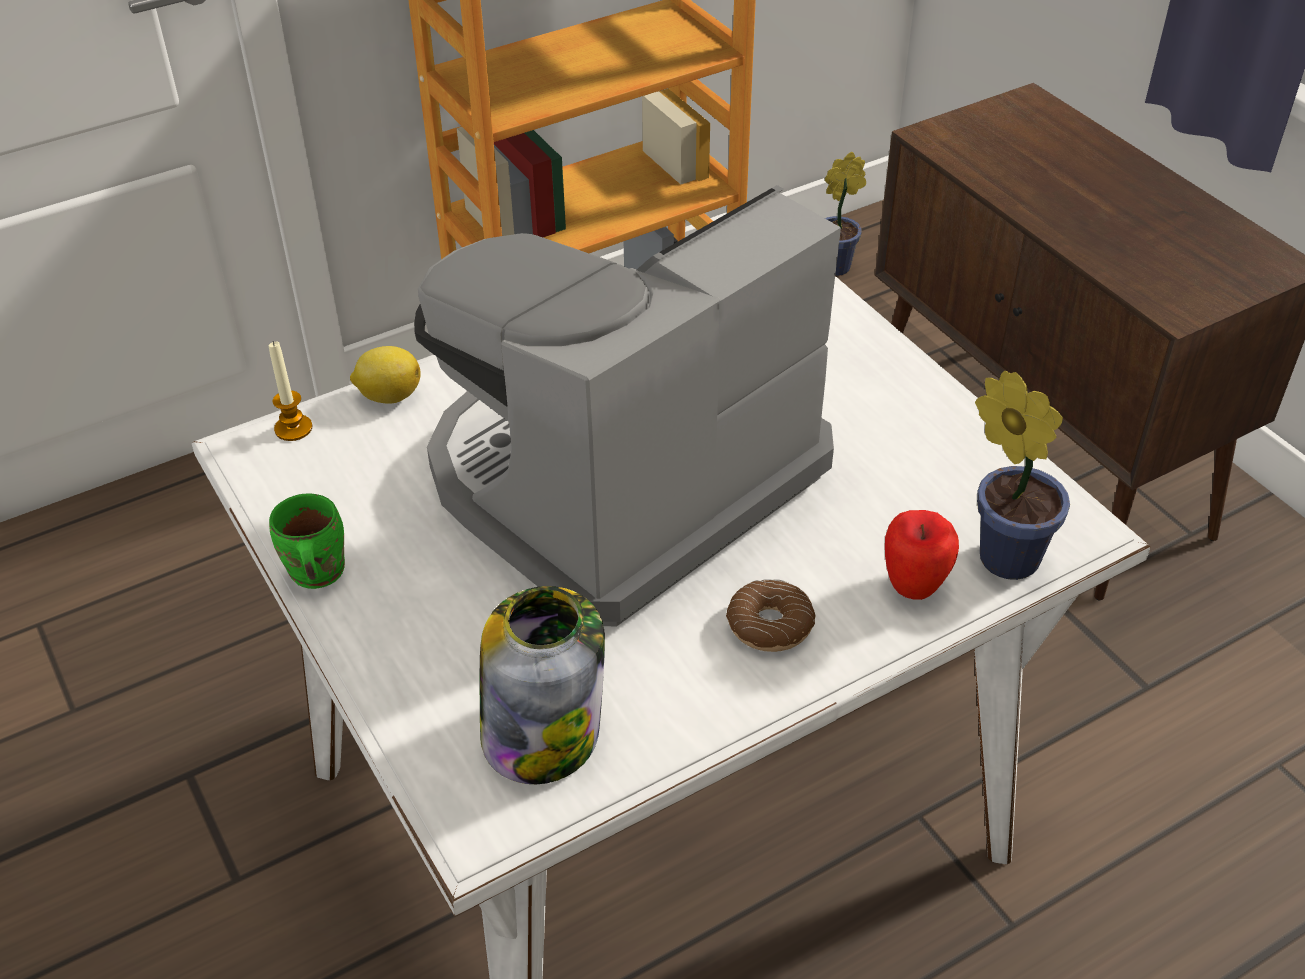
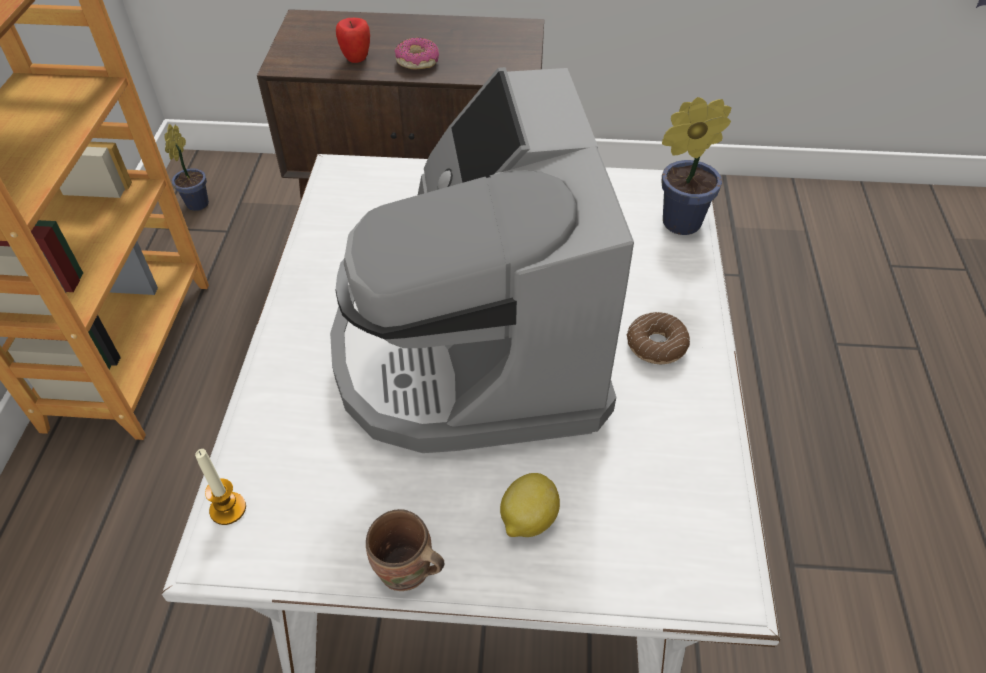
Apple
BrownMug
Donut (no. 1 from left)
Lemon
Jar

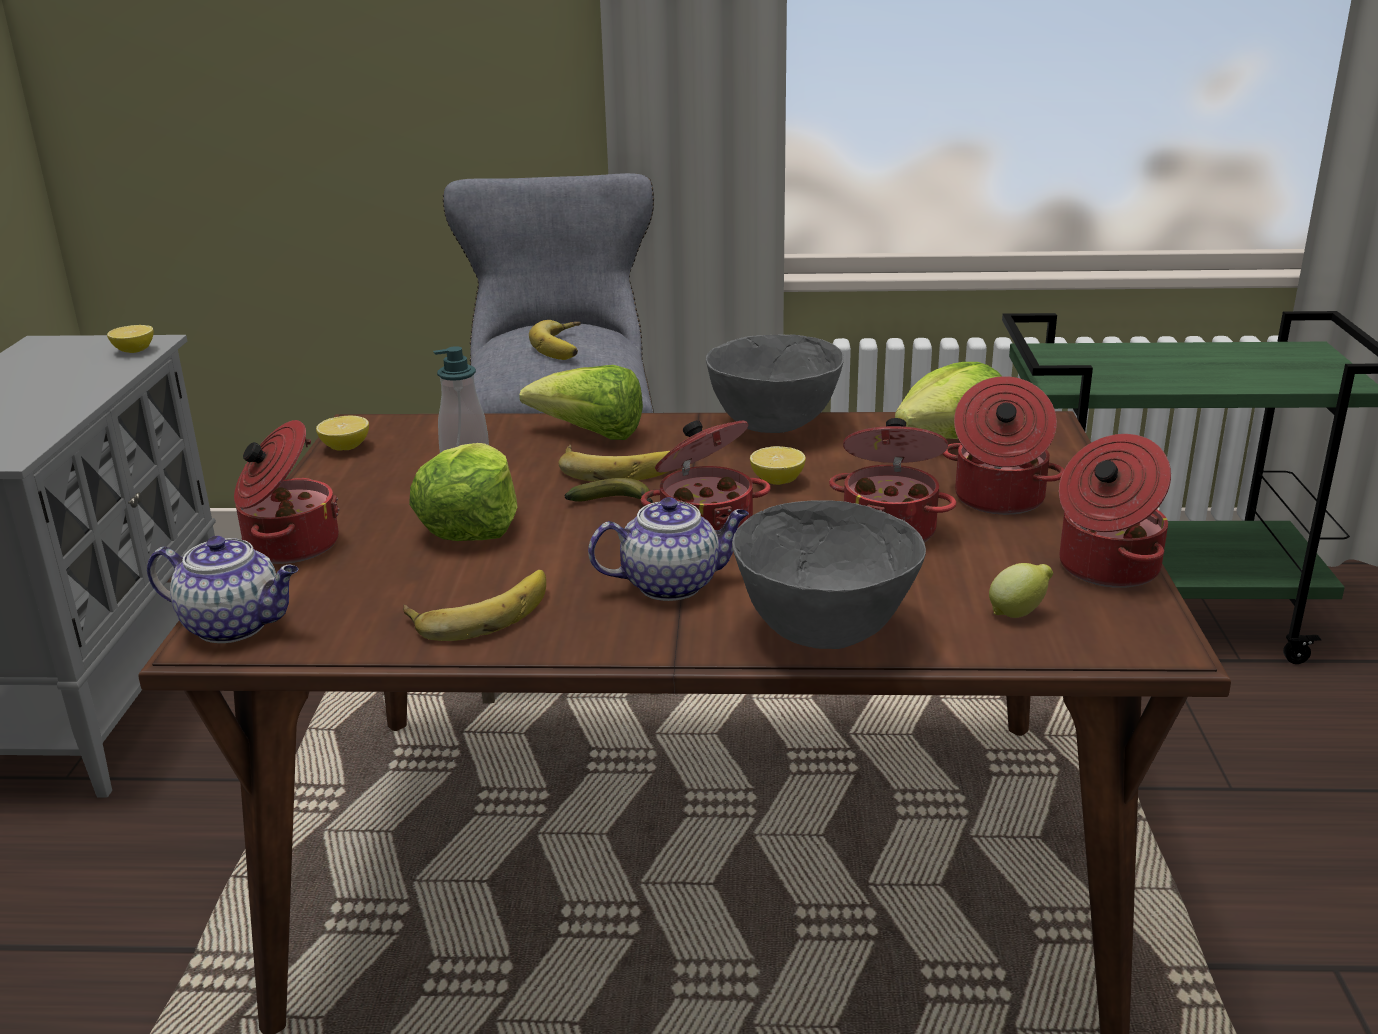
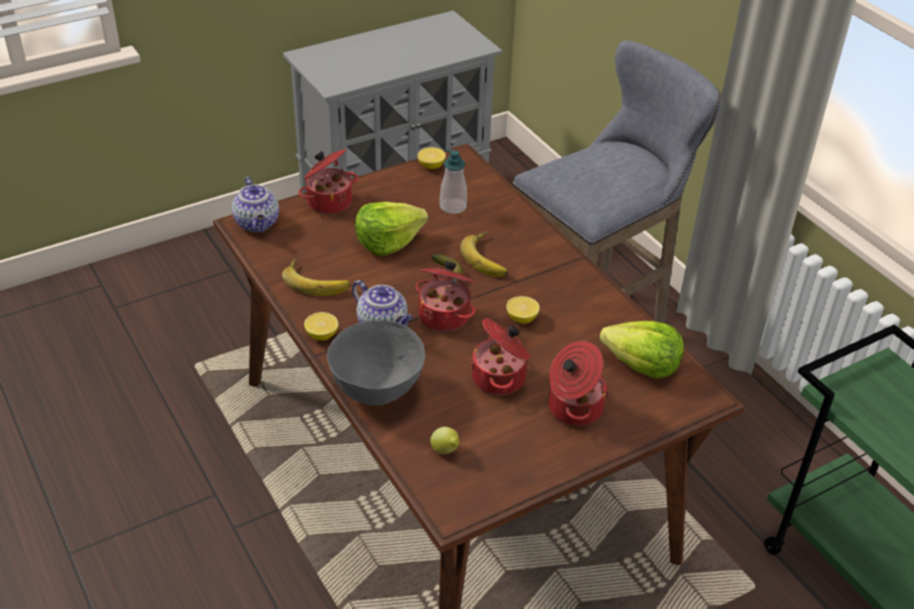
Lemon (no. 1 from left)
Lettuce (no. 2 from left in the first image)
Banana (no. 2 from left in the first image)
GreyBowl (no. 1 from left in the first image)
CookingPot (no. 5 from left in the first image)

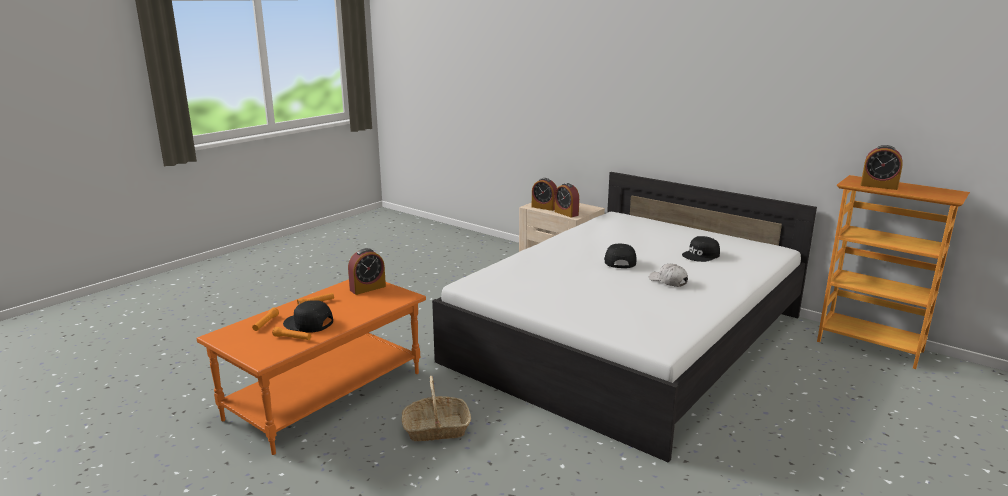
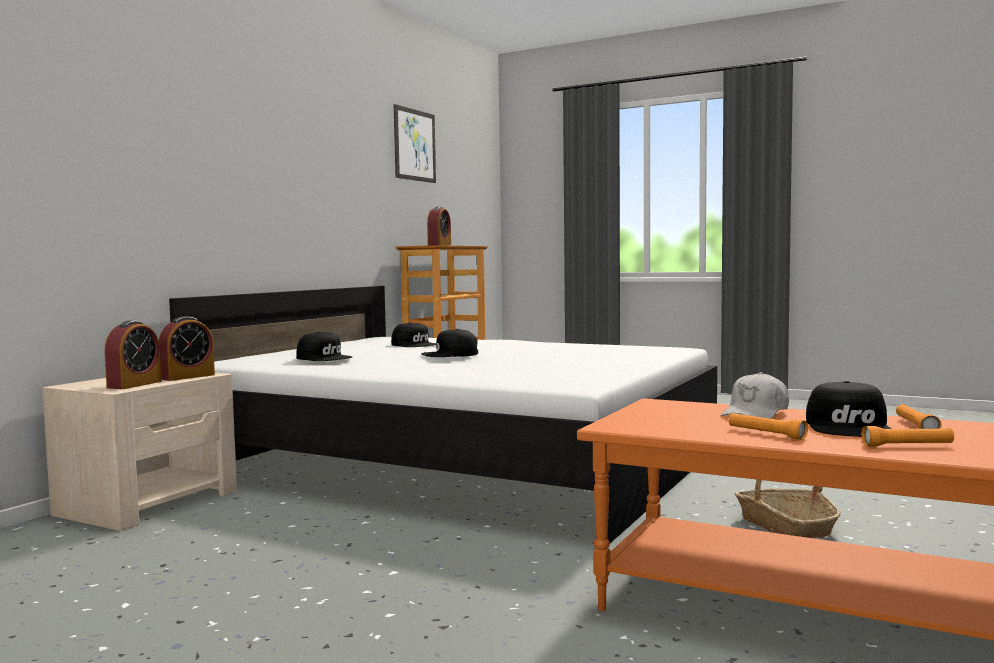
BlackCap (no. 1 from left)
Picture
WhiteCap
AlarmClock (no. 1 from left in the first image)

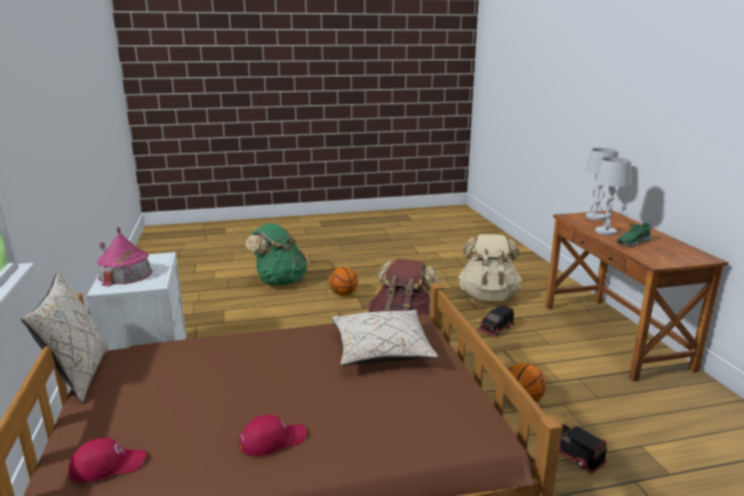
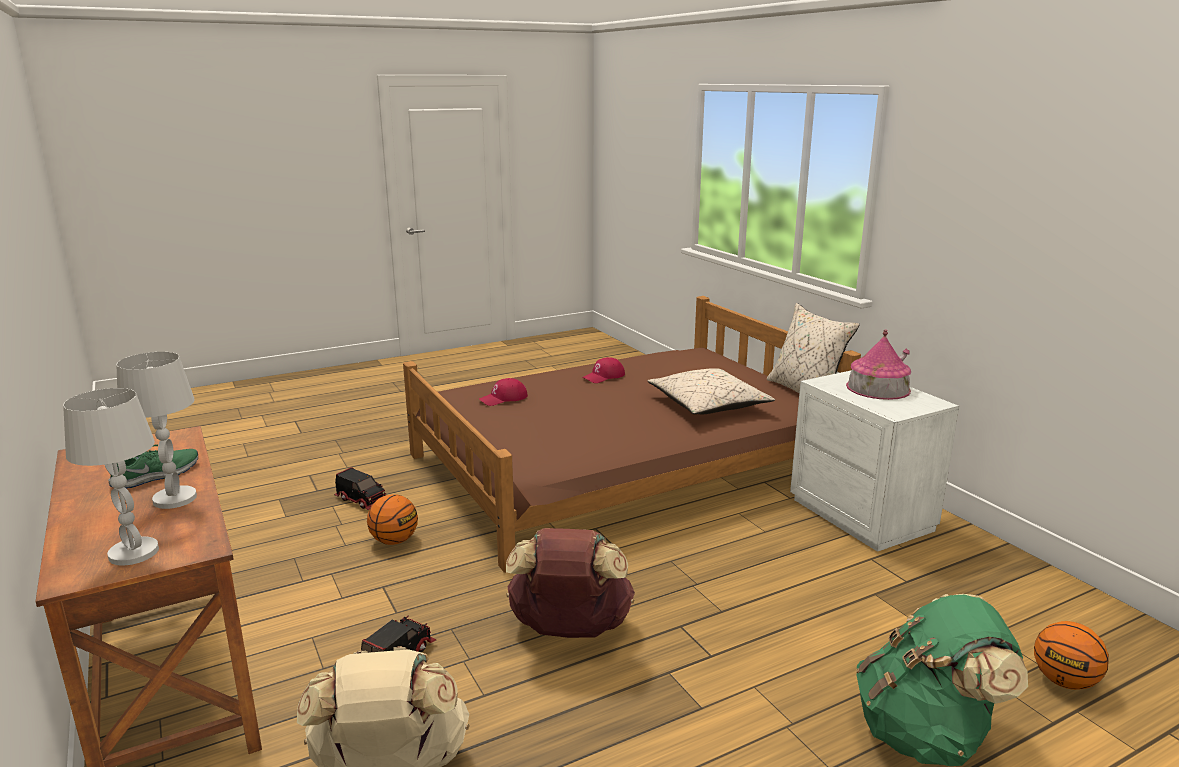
RedCap (no. 1 from left)
BeigePillow (no. 1 from left)
Basketball (no. 2 from left)

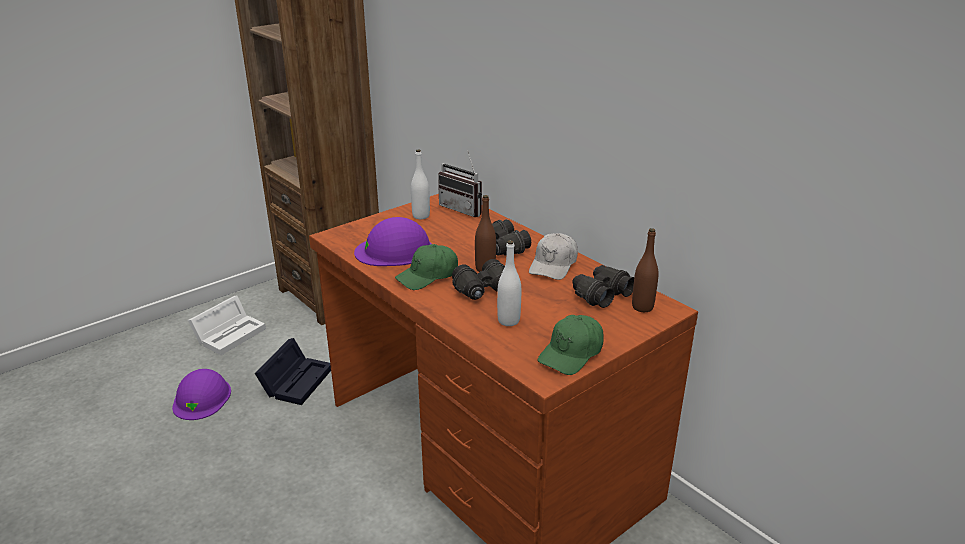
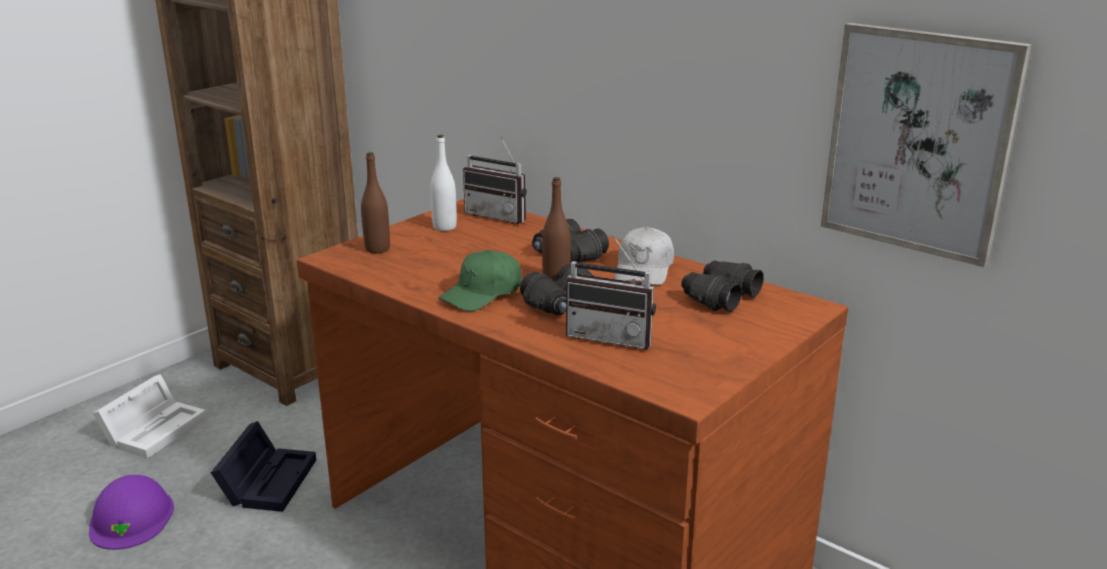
BrownBottle (no. 1 from left)
Radio (no. 2 from left)
Picture
PurpleHardHat (no. 2 from left in the first image)
GreenCap (no. 2 from left in the first image)

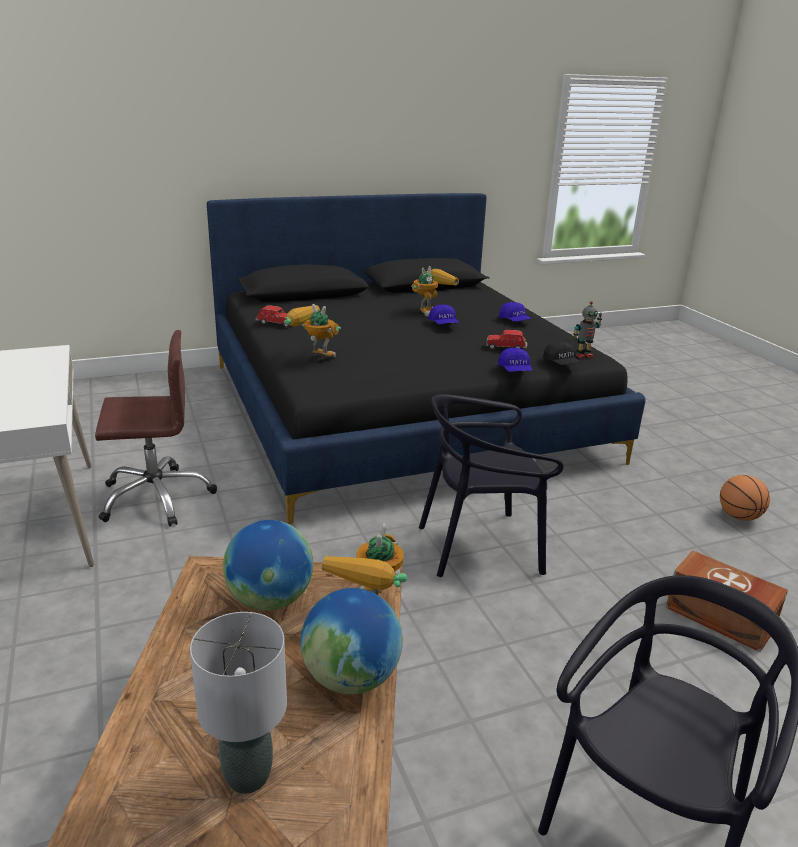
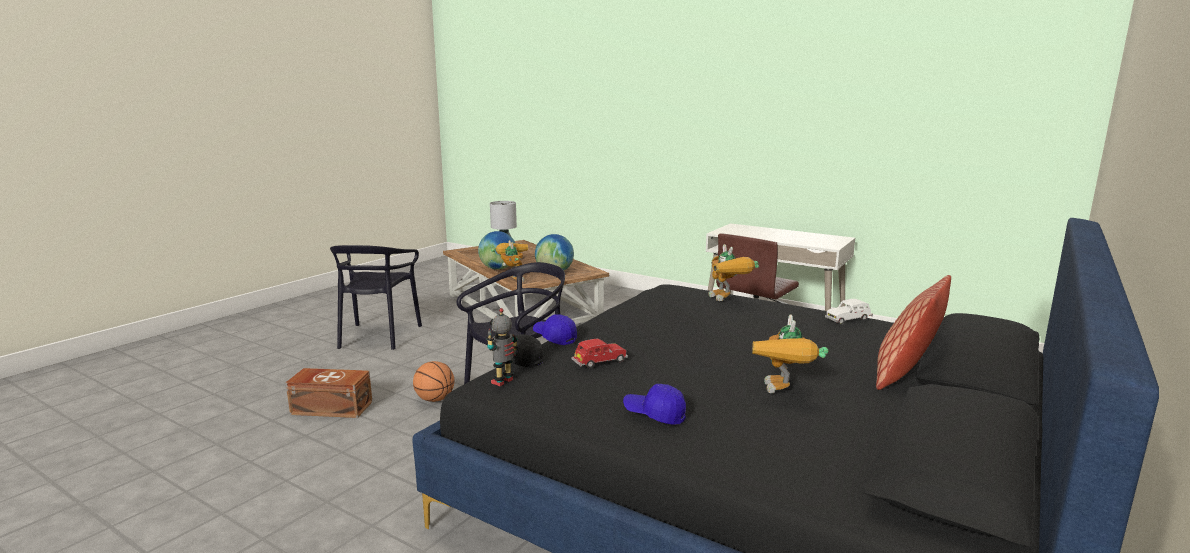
Basketball
ToyRobot (no. 3 from left)
WhiteToyCar
Pillow
BlueCap (no. 1 from left in the first image)

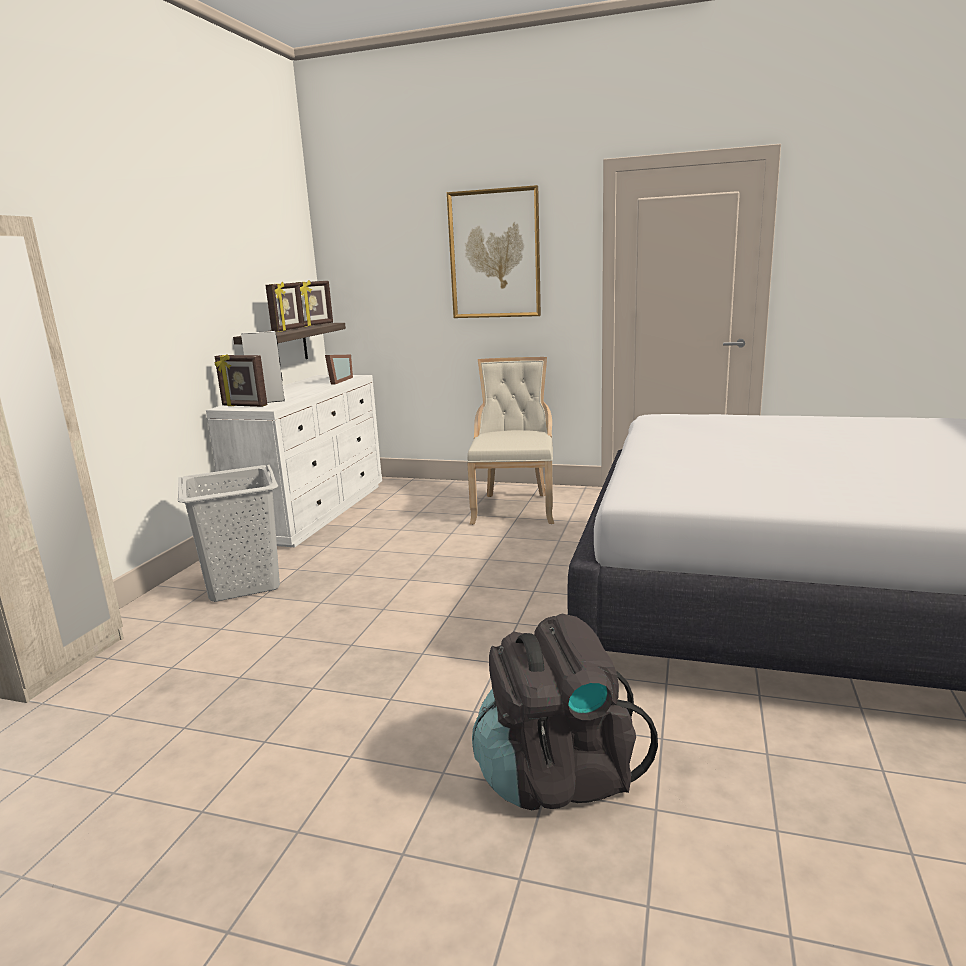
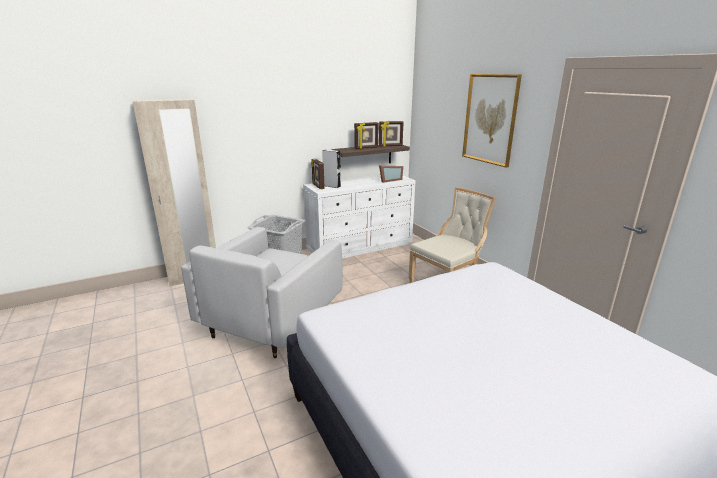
WhiteArmchair
BlackBackpack

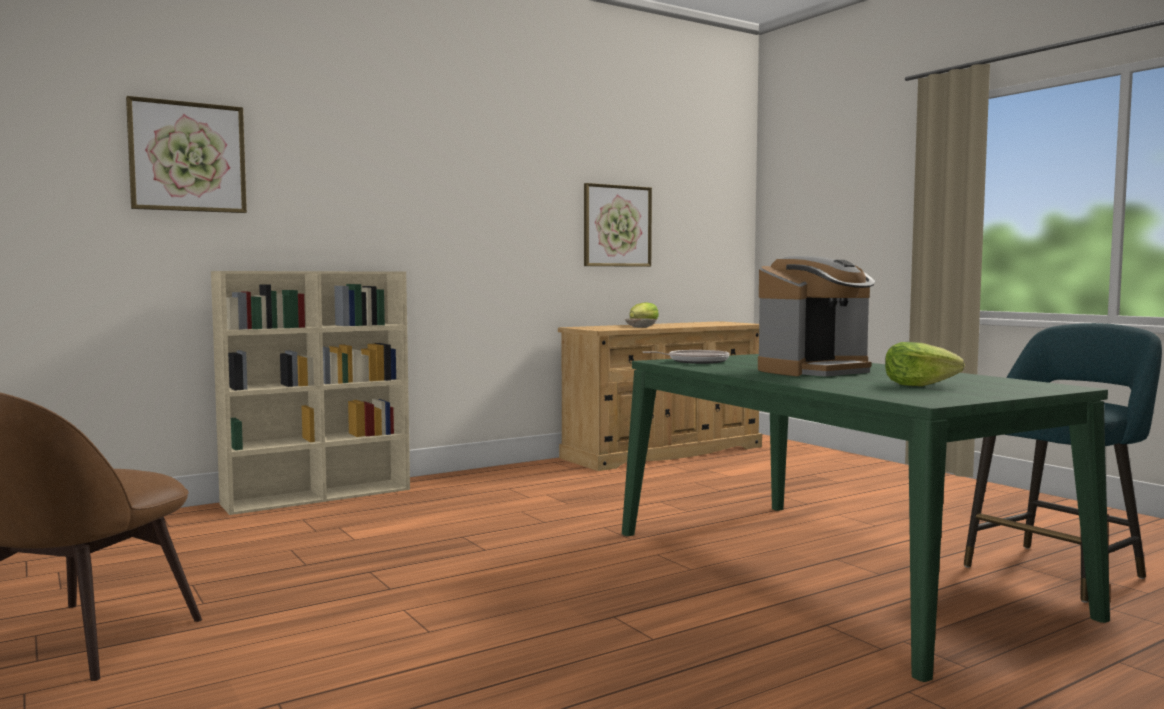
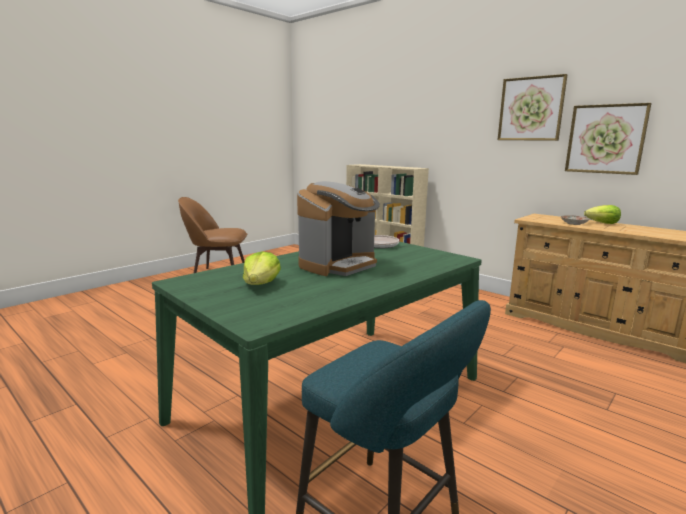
CoffeeMachine
Picture (no. 1 from left)

